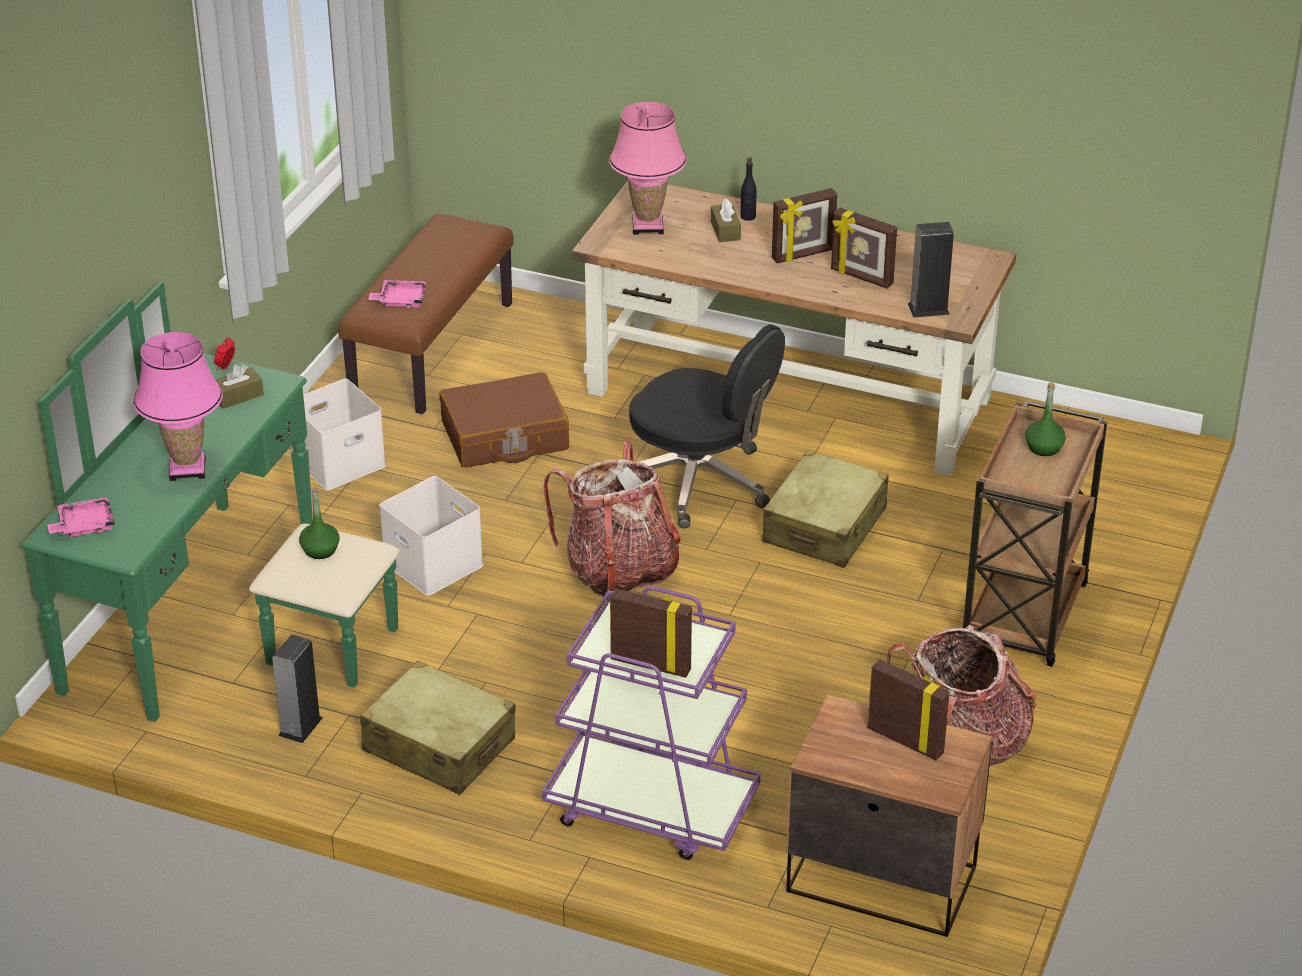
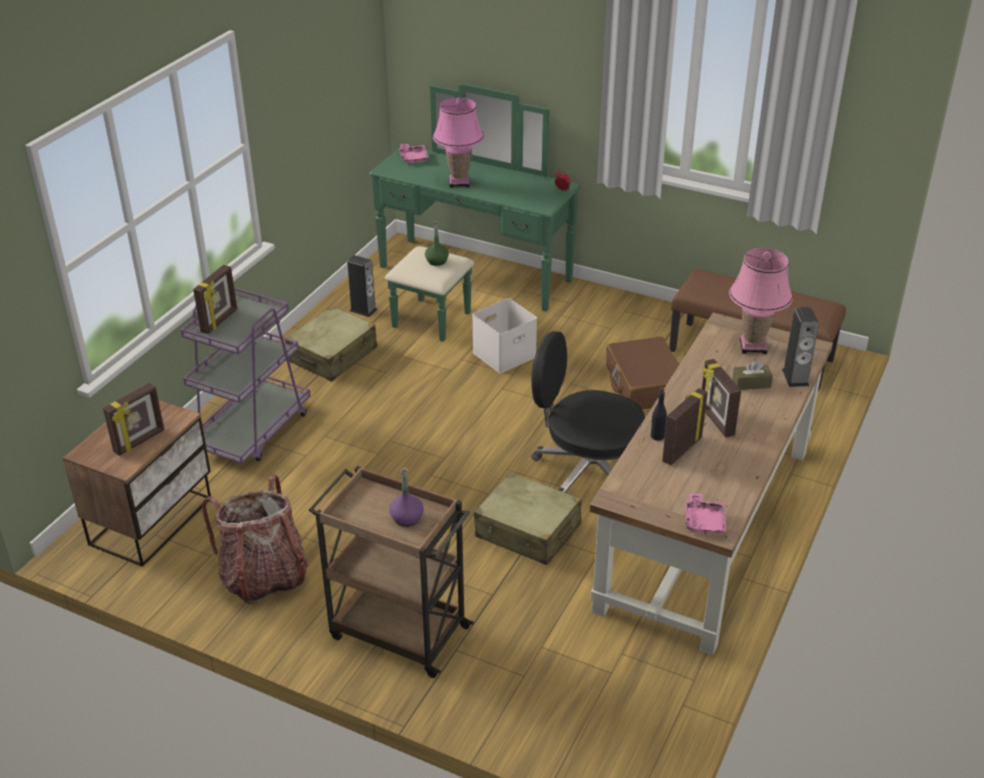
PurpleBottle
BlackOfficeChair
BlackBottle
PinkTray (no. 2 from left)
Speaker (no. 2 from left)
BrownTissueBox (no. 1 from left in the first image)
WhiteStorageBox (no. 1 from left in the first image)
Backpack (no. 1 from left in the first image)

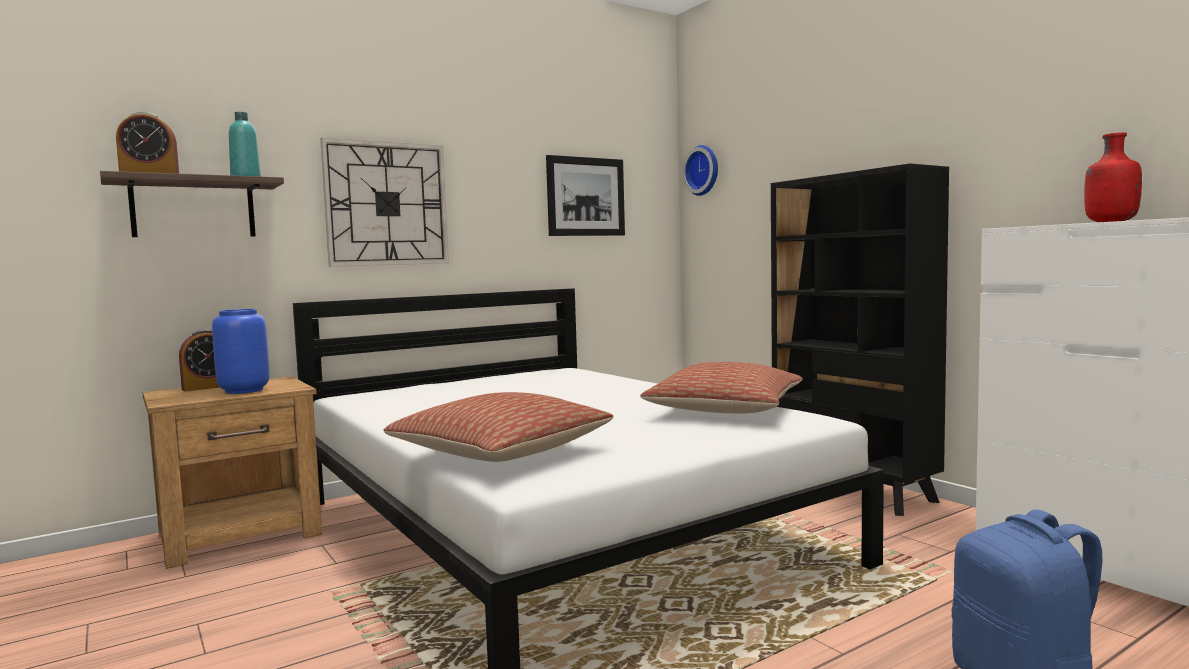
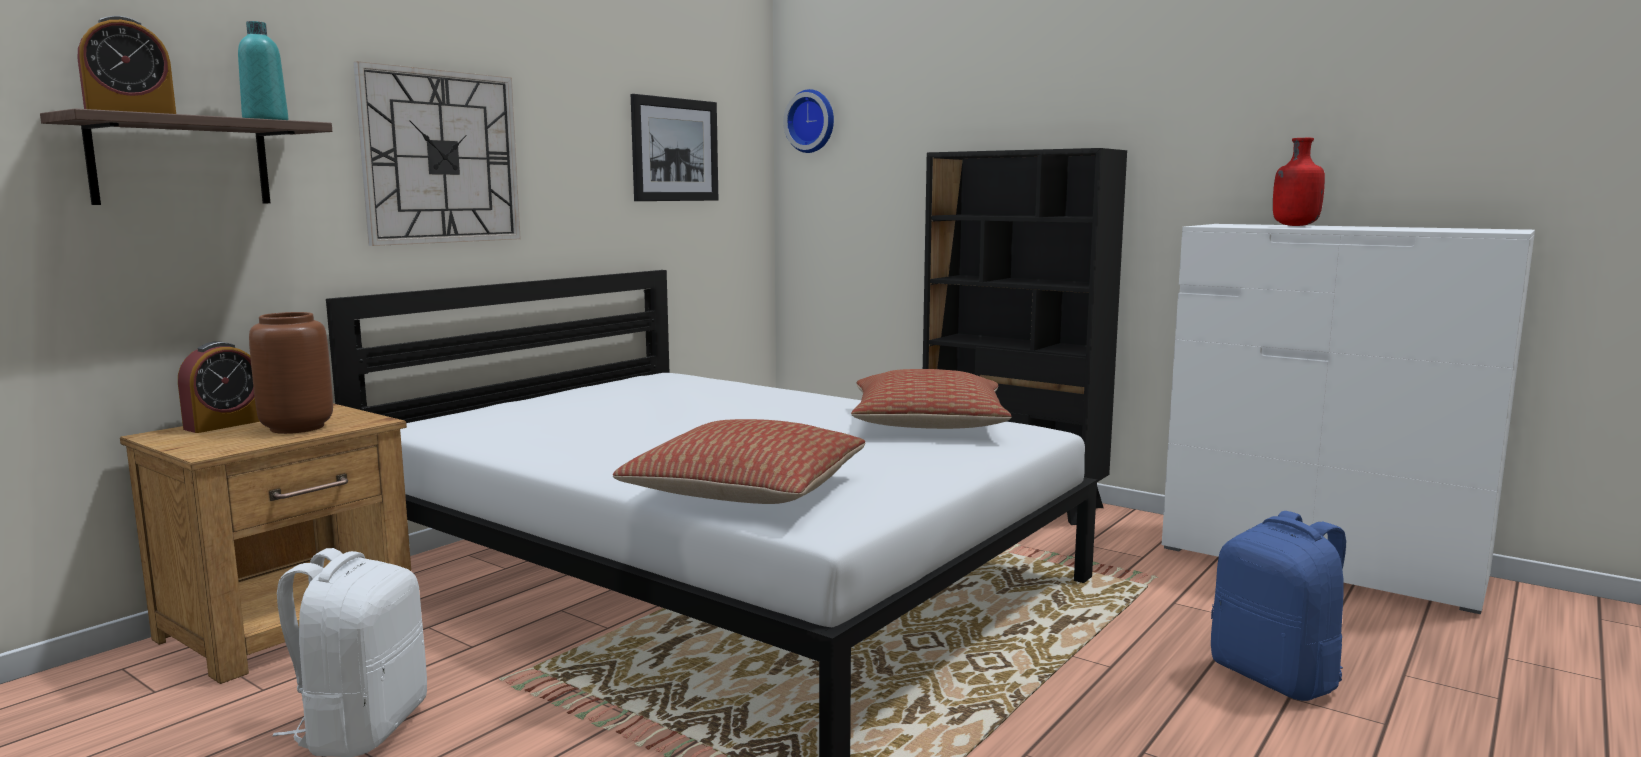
BrownVase
WhiteBackpack

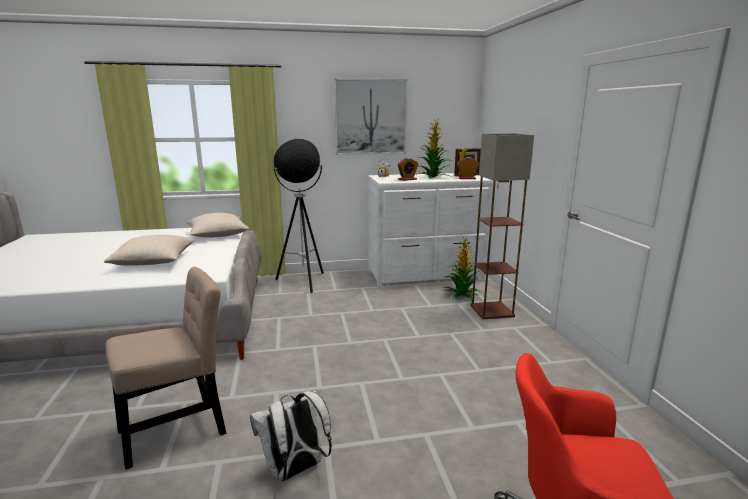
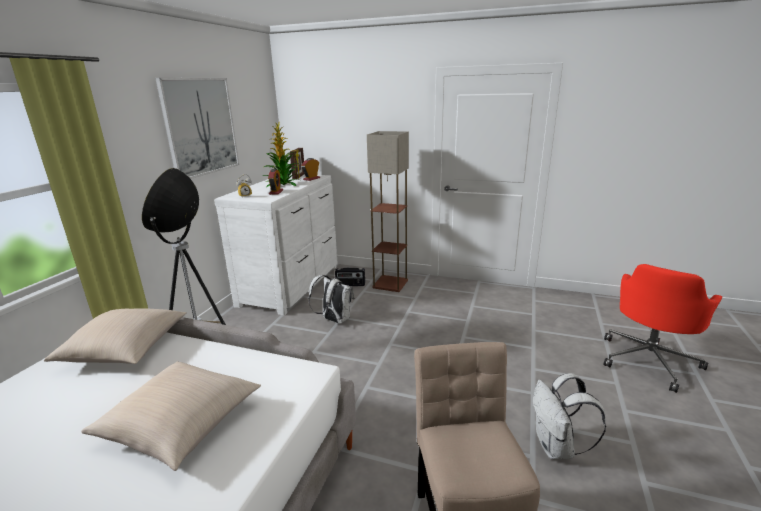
WhiteBackpack (no. 1 from left)
Radio

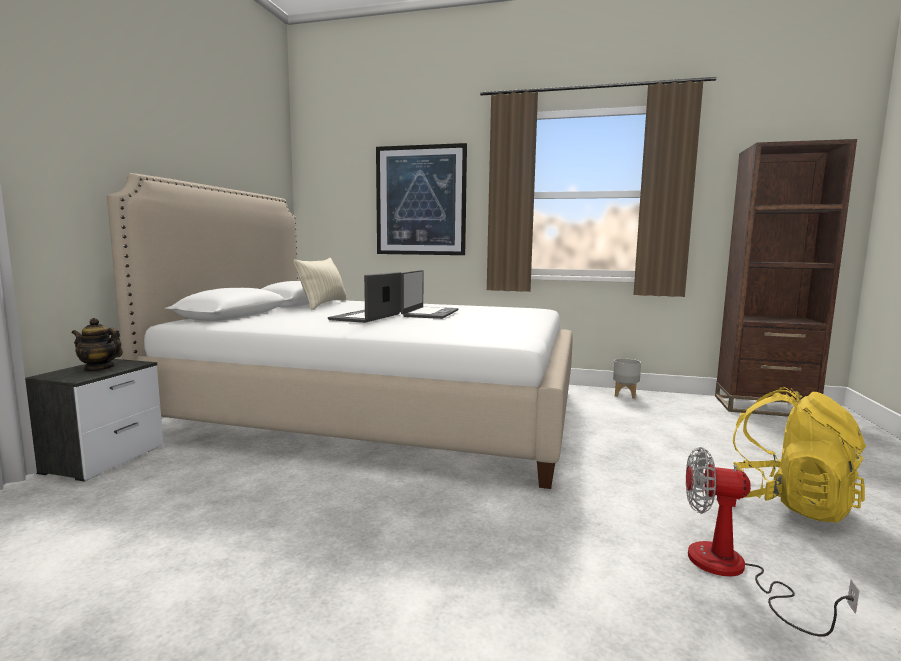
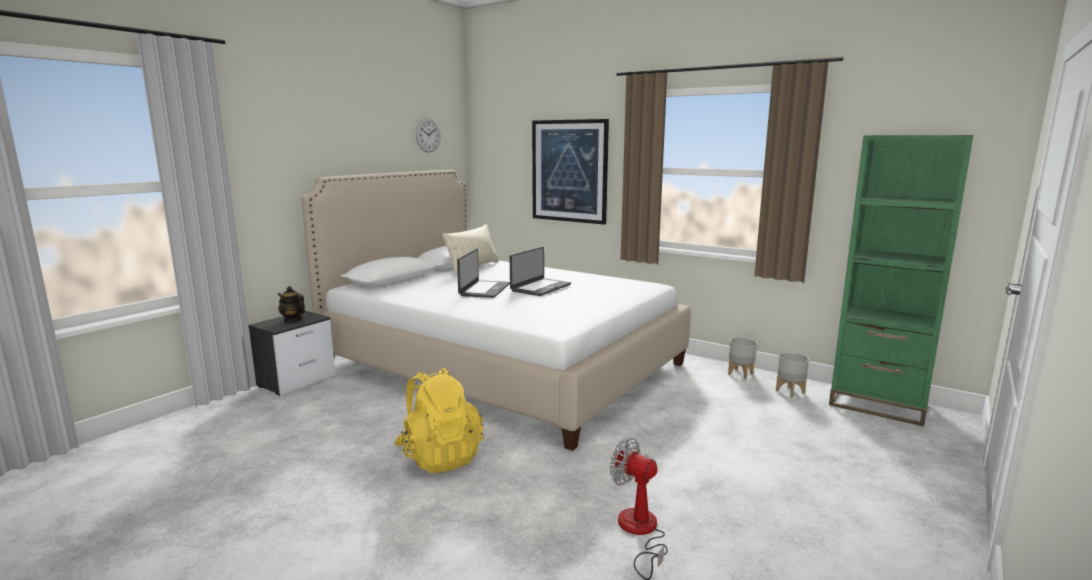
YellowBackpack
WallClock
Laptop (no. 1 from left)
GreyPlanter (no. 2 from left)
GreenBookcase

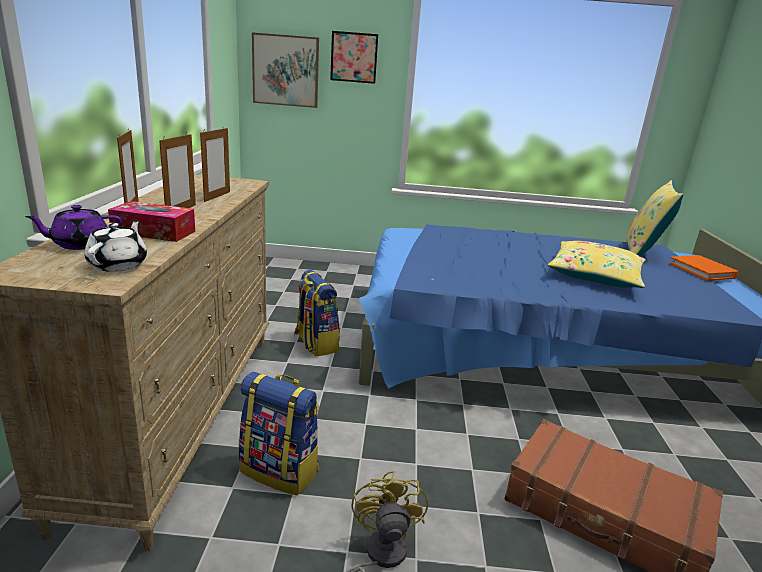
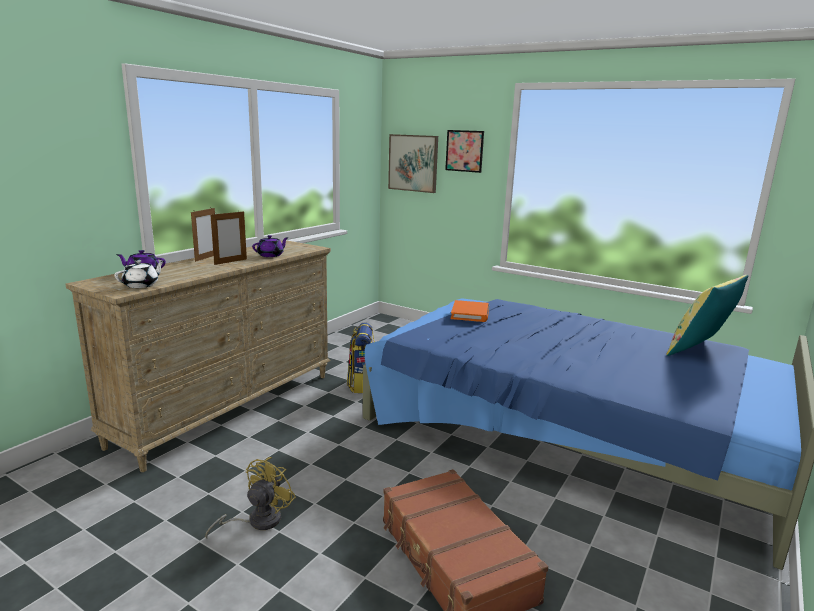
PurpleTeapot (no. 2 from left)
OrangeBook
TissueBox
Backpack (no. 1 from left in the first image)
YellowPillow (no. 1 from left in the first image)

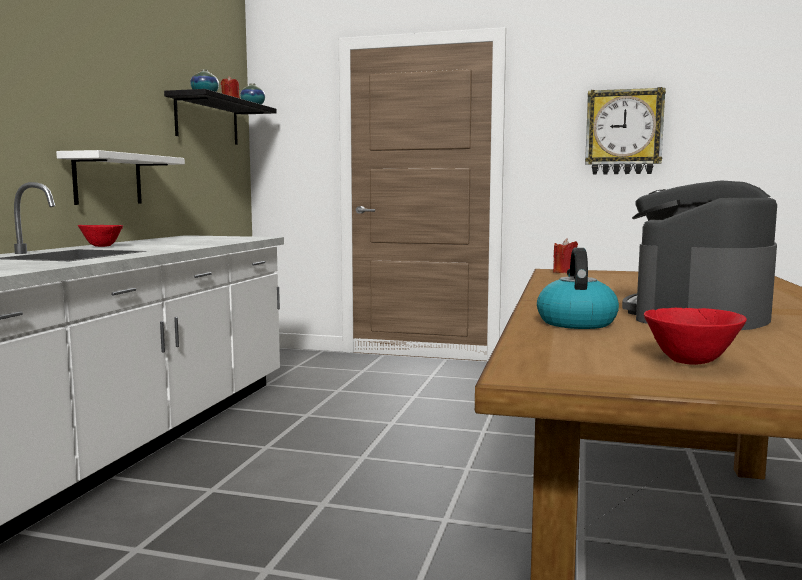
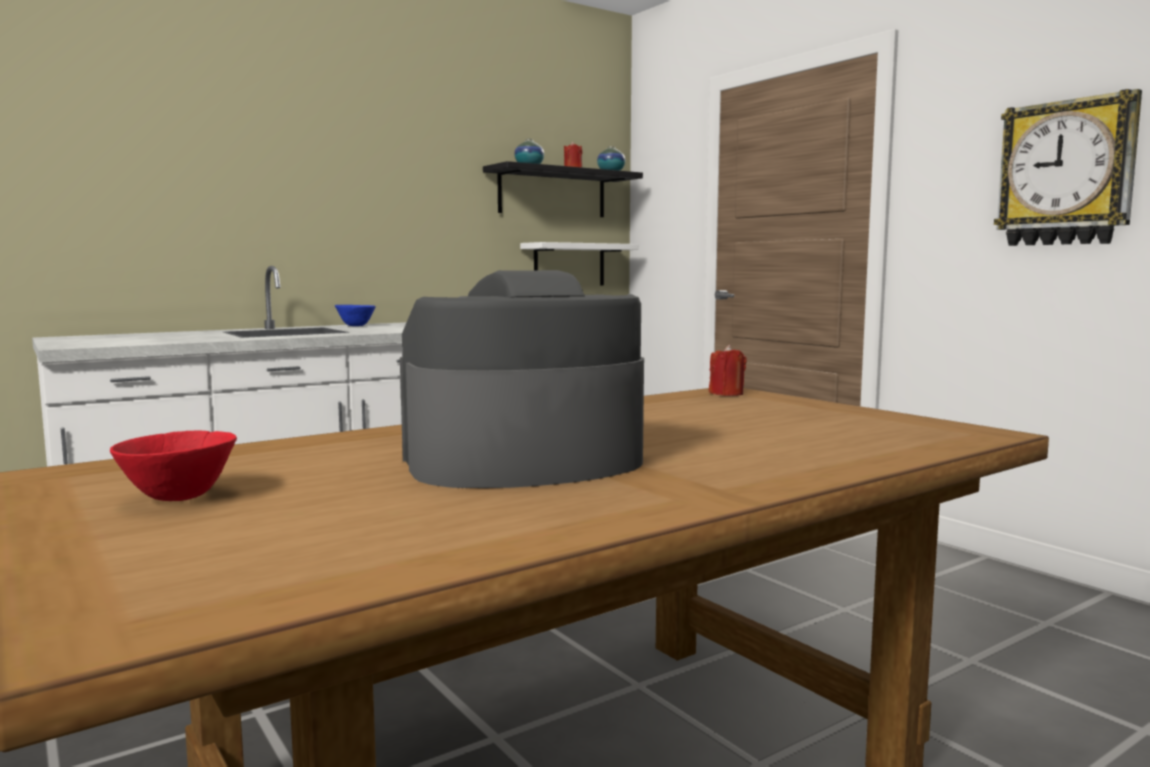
BlueBowl
WhiteShelf
Kettle

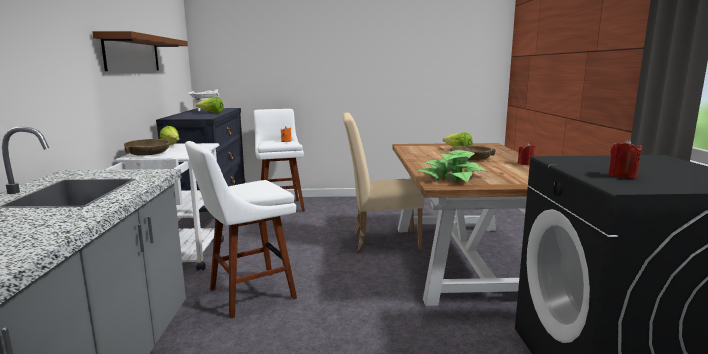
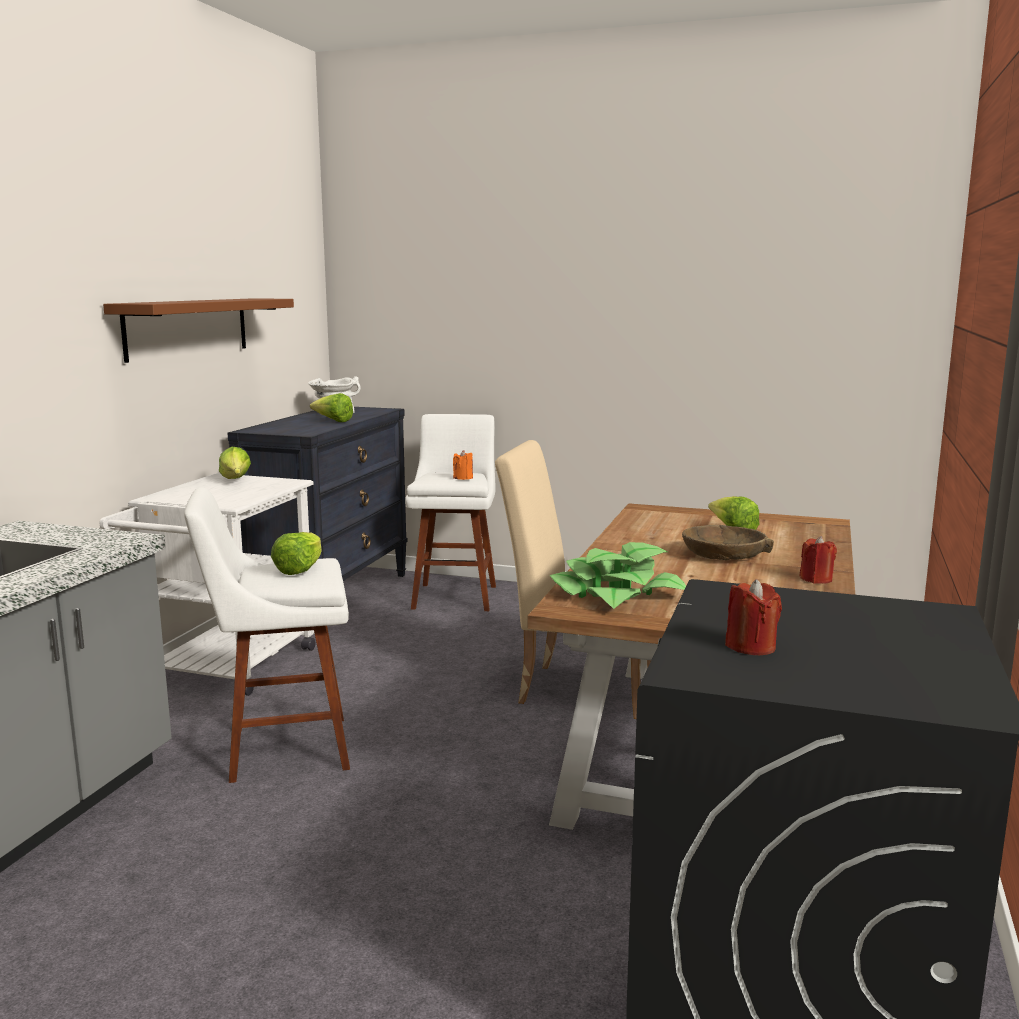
Lettuce (no. 2 from left)
BrownBowl (no. 1 from left in the first image)

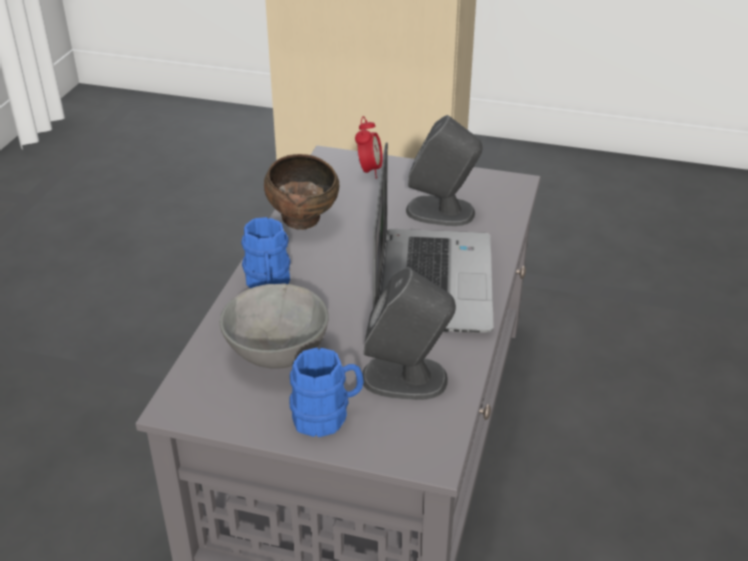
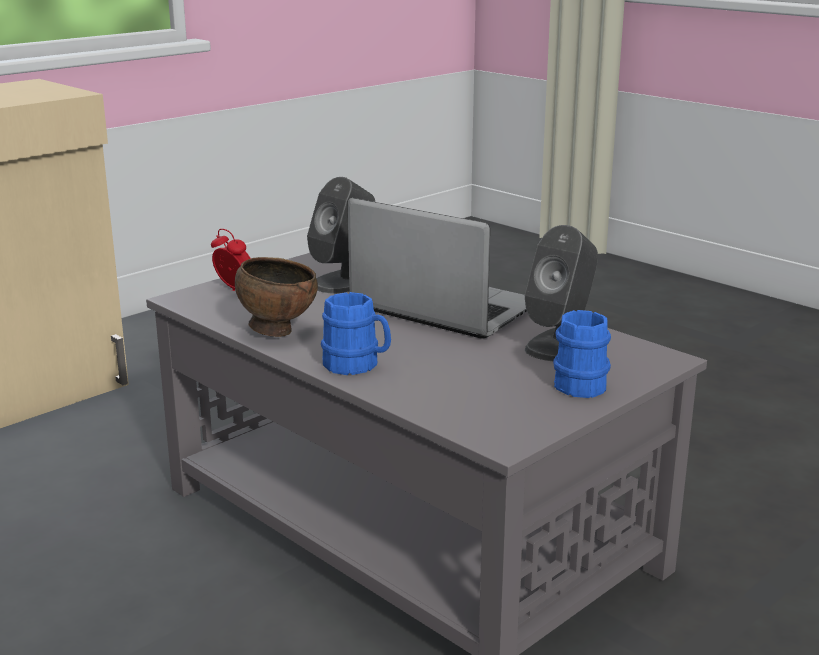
GreyBowl

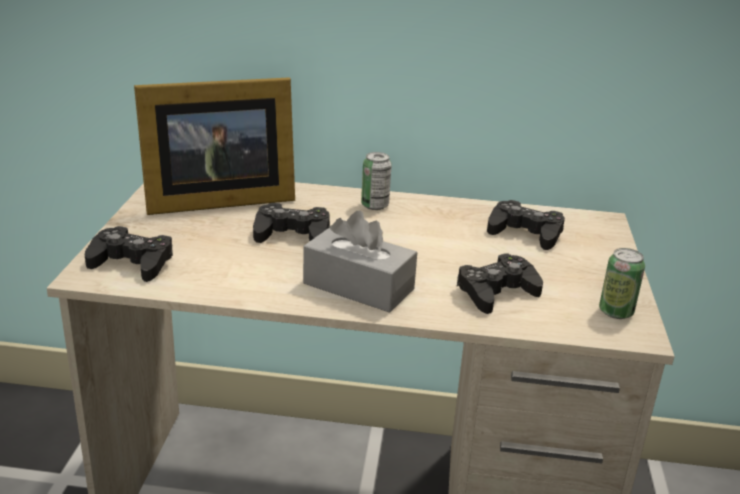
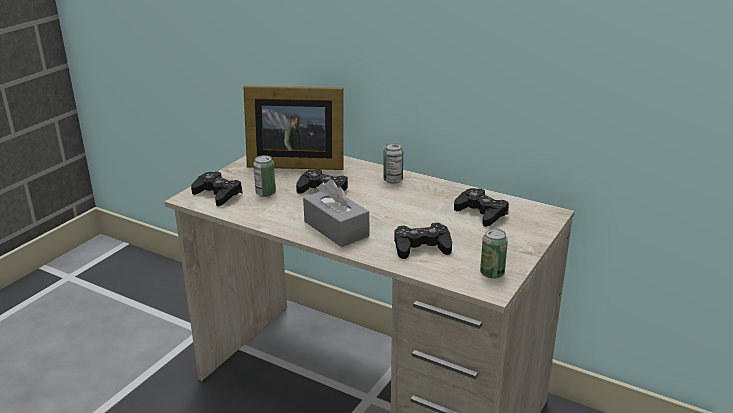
Can (no. 1 from left)

